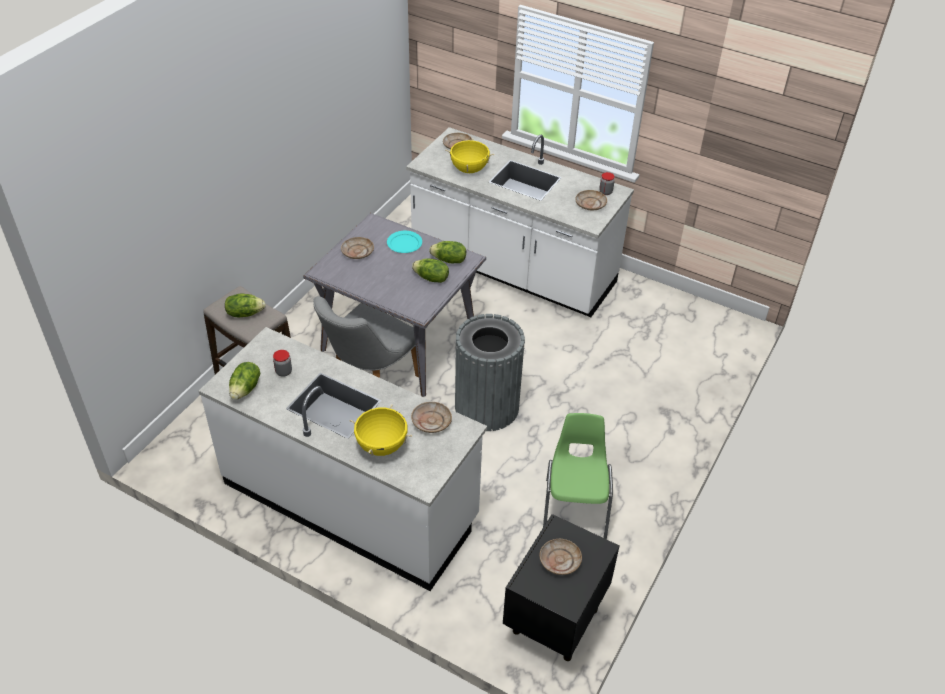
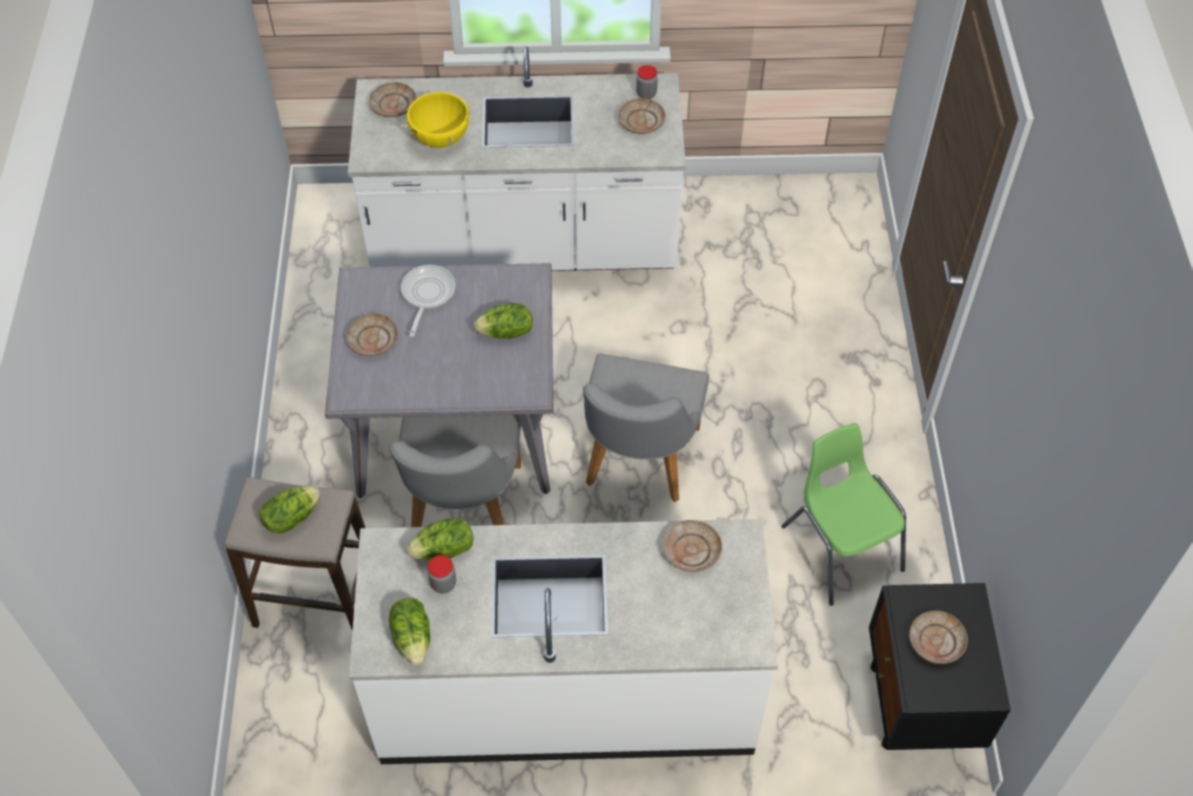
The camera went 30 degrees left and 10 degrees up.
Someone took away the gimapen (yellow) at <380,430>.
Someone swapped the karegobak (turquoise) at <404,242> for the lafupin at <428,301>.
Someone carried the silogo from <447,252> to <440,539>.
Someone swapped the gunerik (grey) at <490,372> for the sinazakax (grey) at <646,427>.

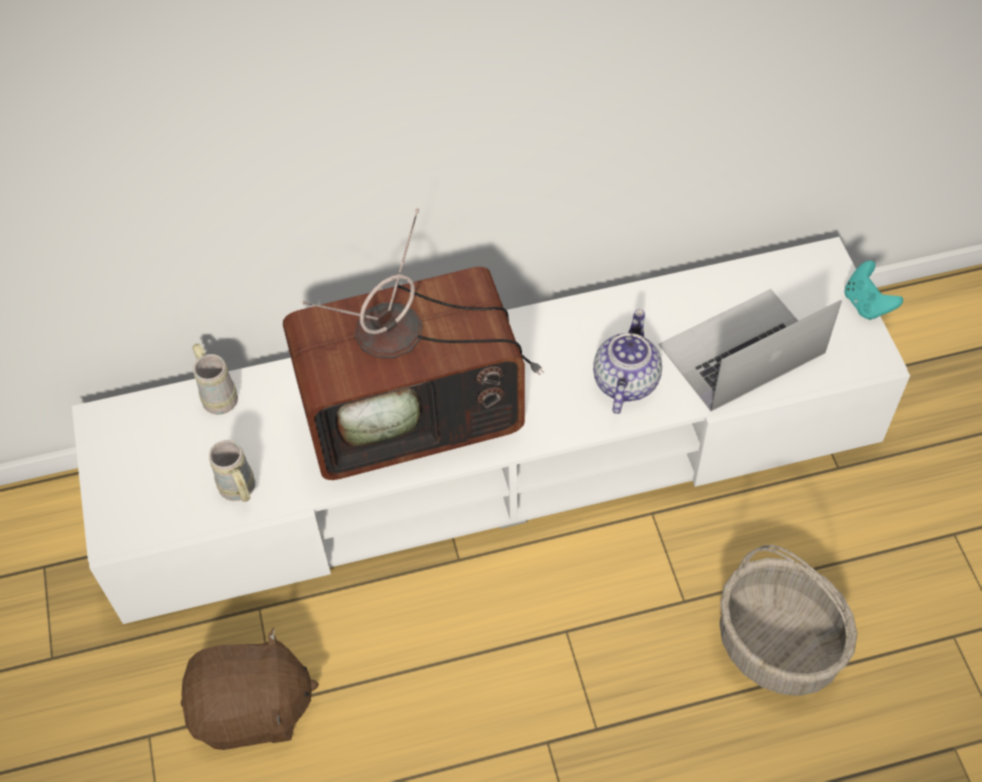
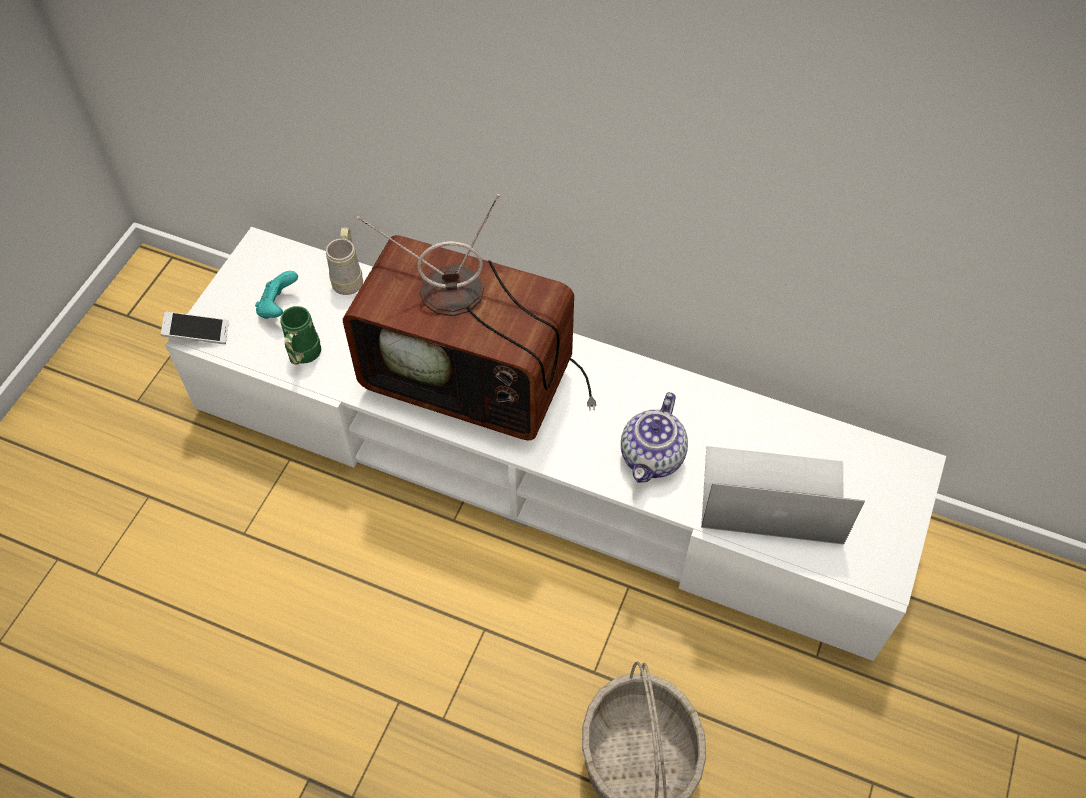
The camera went 35 degrees right and 0 degrees up.
Someone took away the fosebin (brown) at <250,688>.
Someone repainted the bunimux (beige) at <232,471>, which became the bunimux (green) at <301,335>.
Someone rotated the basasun at <627,361> by 150 degrees clockwise.
Someone carried the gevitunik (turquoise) from <873,290> to <276,295>.
Someone put down the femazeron at <195,327>.

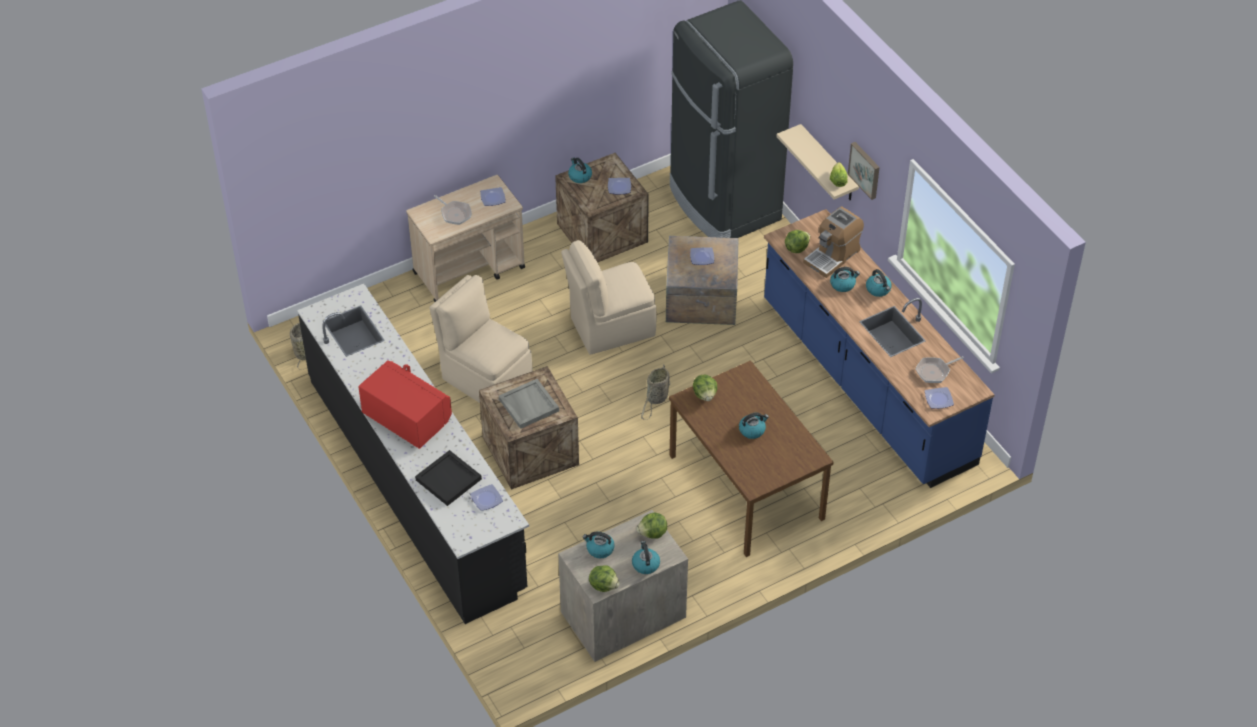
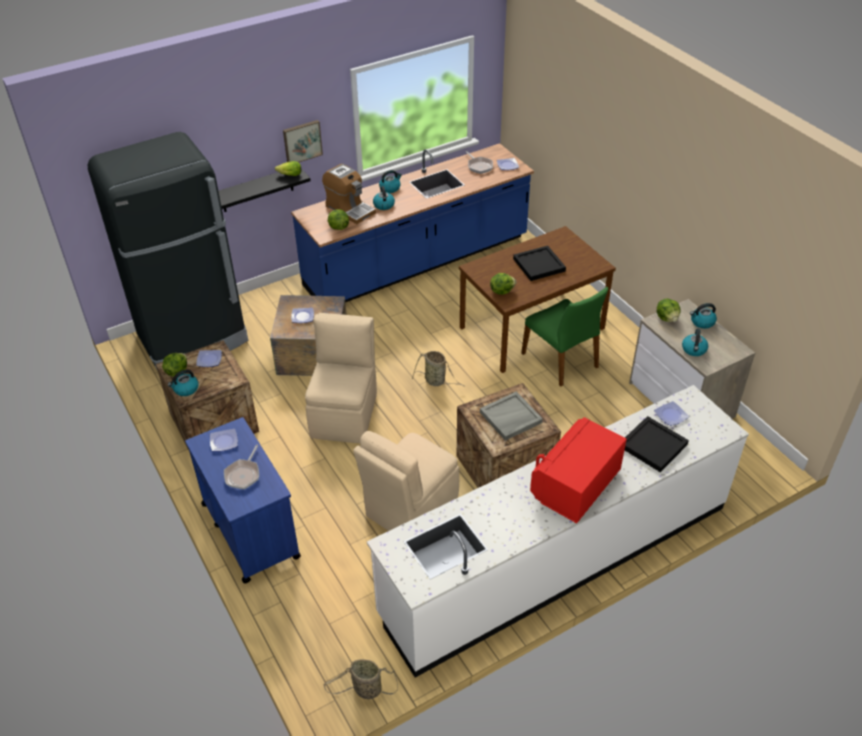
The camera went 90 degrees left and 5 degrees down.
Someone repainted the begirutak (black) at <413,454>, which became the begirutak (white) at <558,531>.
Someone repainted the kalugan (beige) at <465,238>, which became the kalugan (blue) at <243,500>.
Someone rotated the lafupin at <453,210> by 150 degrees clockwise.
Someone rotated the sinazakax (beige) at <608,297> by 150 degrees counterclockwise.
Someone carried the silogo from <604,578> to <174,365>.
Someone swapped the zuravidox at <754,425> for the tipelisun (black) at <539,263>.
Someone repainted the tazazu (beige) at <817,162>, which became the tazazu (black) at <265,190>.
Someone put down the sinazakax (green) at <564,336>.

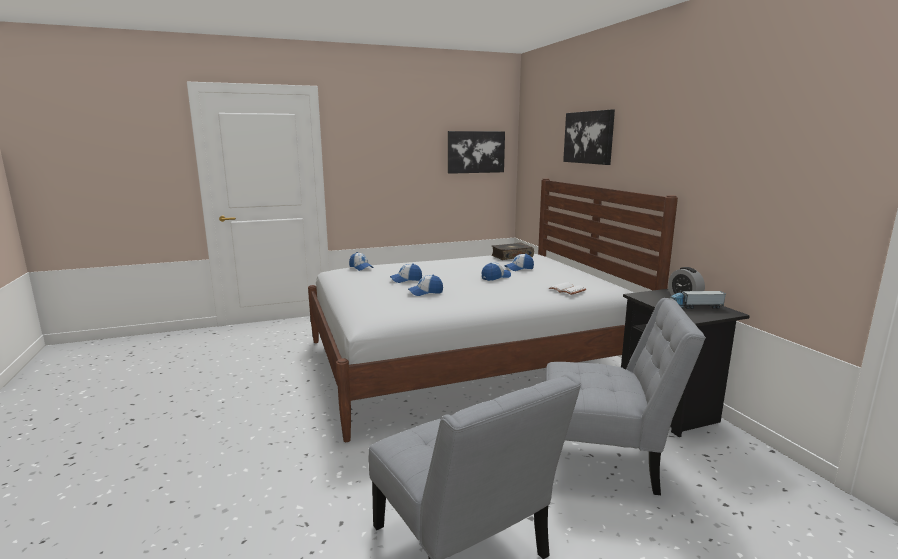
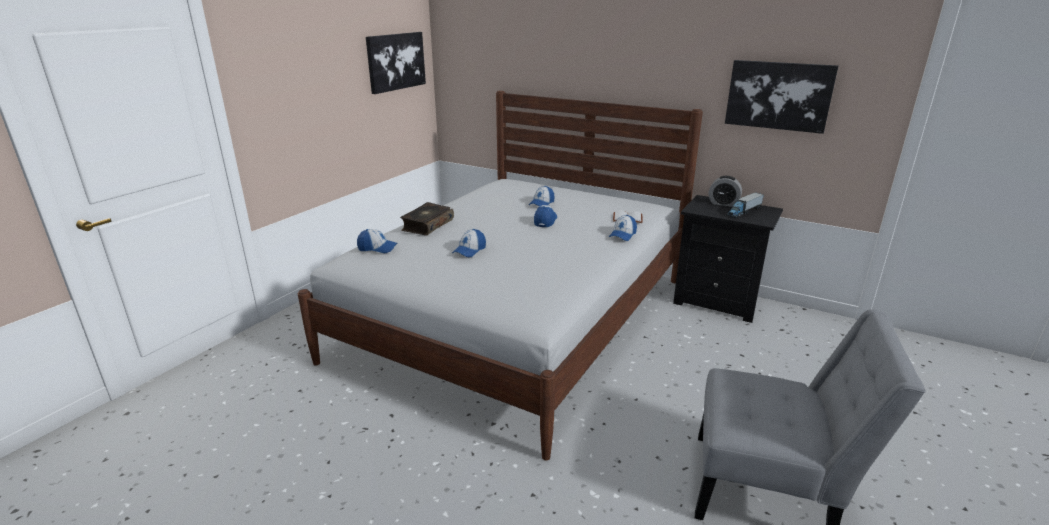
The camera went 40 degrees left and 10 degrees up.
Someone carried the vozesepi from <425,285> to <623,228>.
Someone carried the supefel from <512,251> to <427,219>.
Someone took away the sinazakax (grey) at <625,396>.
Someone carried the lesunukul from <589,137> to <782,97>.

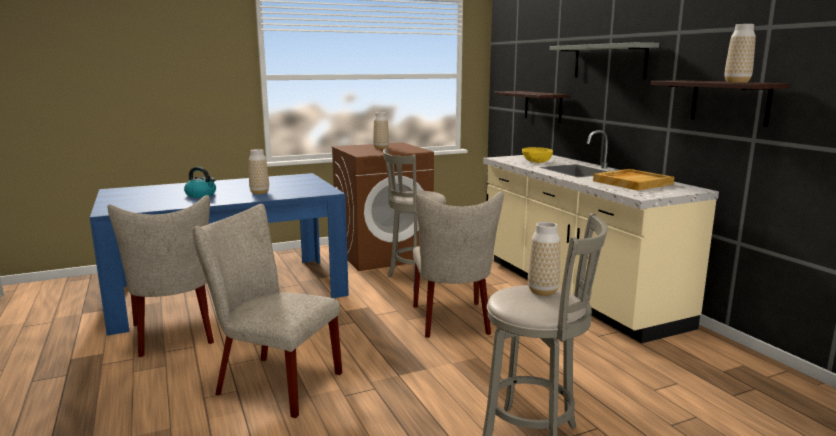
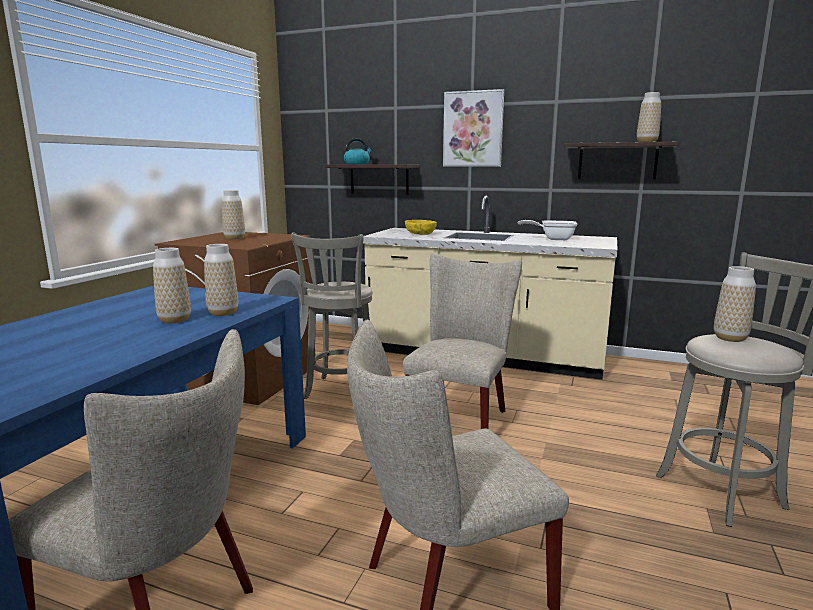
The camera went 45 degrees left and 0 degrees up.
Someone carried the zuravidox from <200,182> to <358,151>.
Someone rotated the sinazakax (beige) at <458,264> by 105 degrees counterclockwise.
Someone swapped the tazazu (grey) at <604,60> for the lesunukul at <473,128>.
Someone swapped the tipelisun (beige) at <633,180> for the lafupin at <547,230>.
Someone put down the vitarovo at <221,280>.

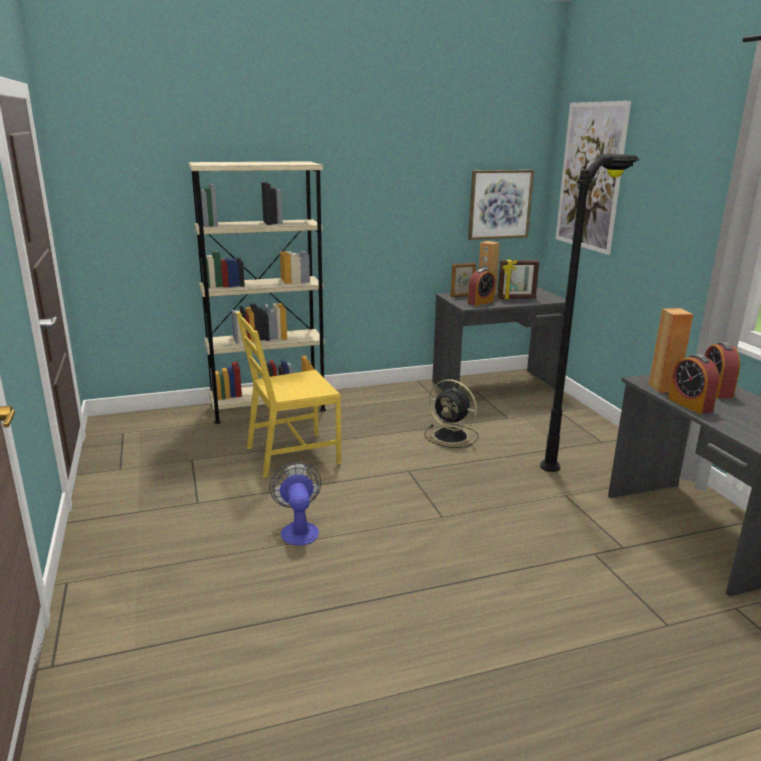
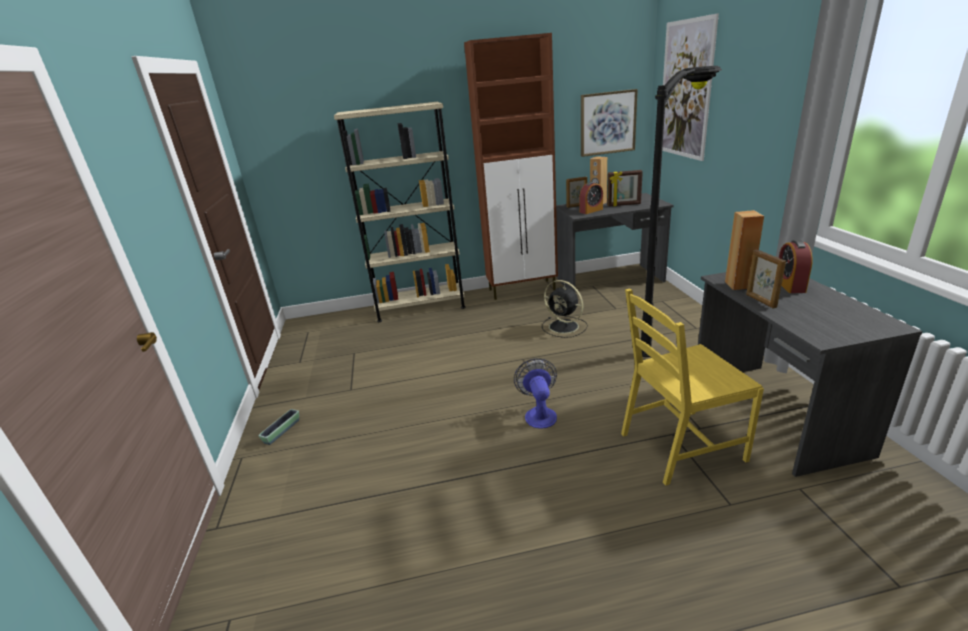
The camera went 10 degrees right and 5 degrees up.
Someone carried the sinazakax (yellow) from <288,395> to <692,387>.
Someone carried the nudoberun from <295,504> to <535,393>.
Someone swapped the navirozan at <694,384> for the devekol at <766,279>.
Someone put down the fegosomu at <278,427>.
Someone put down the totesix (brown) at <511,166>.

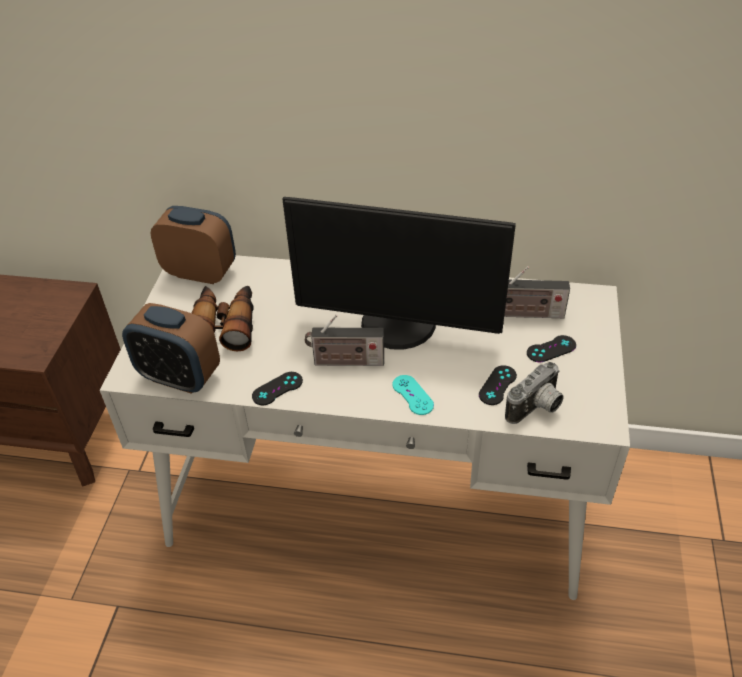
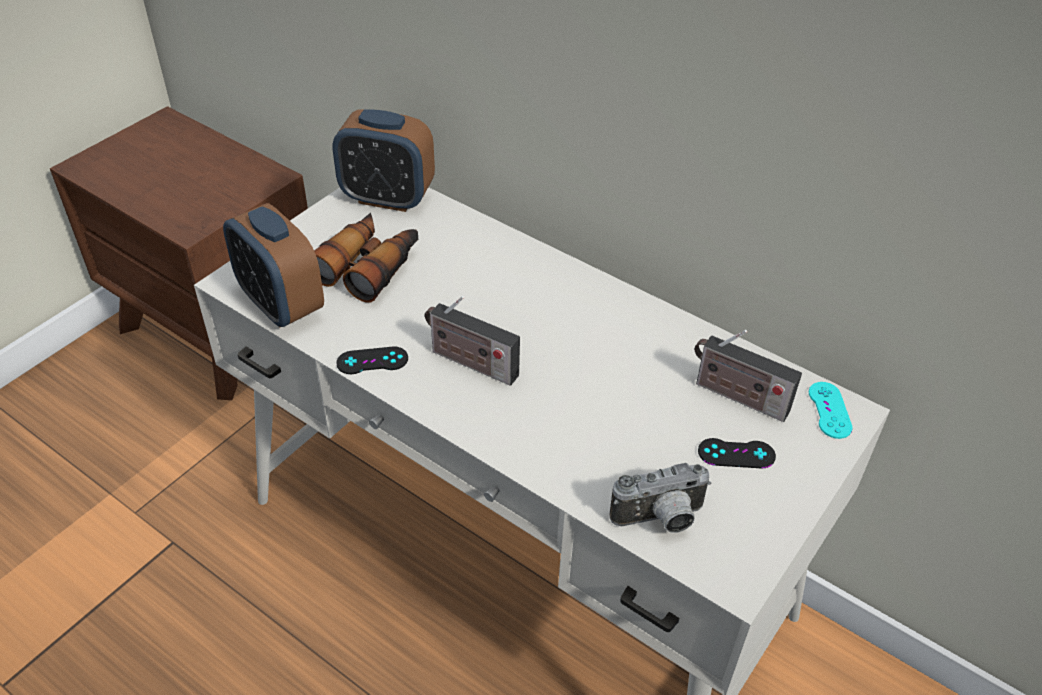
The camera went 25 degrees right and 0 degrees up.
Someone rotated the navirozan at <193,245> by 150 degrees clockwise.
Someone took away the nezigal at <399,273>.
Someone carried the gevitunik (turquoise) from <413,395> to <831,410>.
Someone took away the gevitunik (black) at <498,385>.

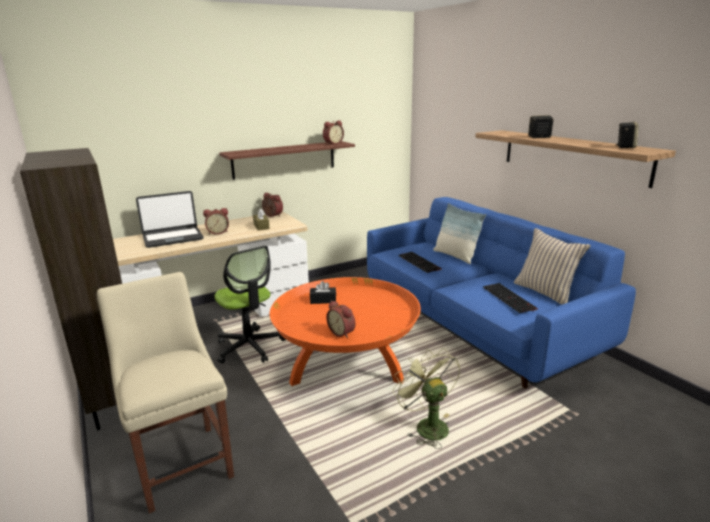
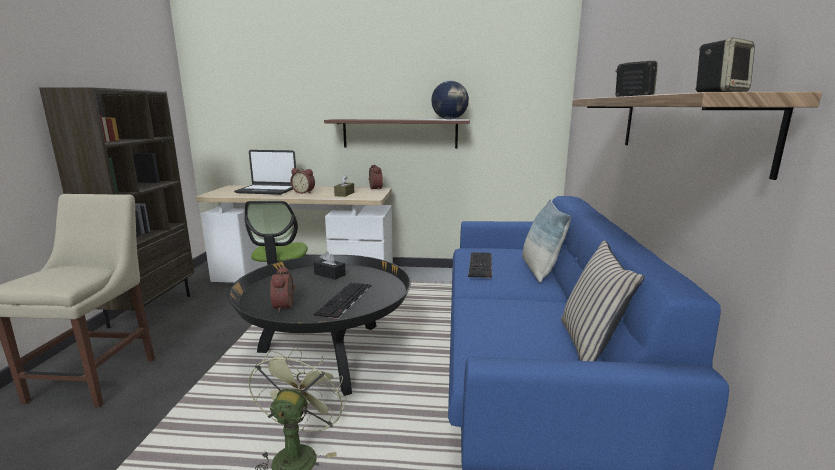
The camera went 35 degrees right and 5 degrees down.
Someone repainted the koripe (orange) at <345,331>, which became the koripe (black) at <319,325>.
Someone swapped the navirozan at <333,132> for the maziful at <450,100>.
Someone carried the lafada from <510,298> to <342,300>.

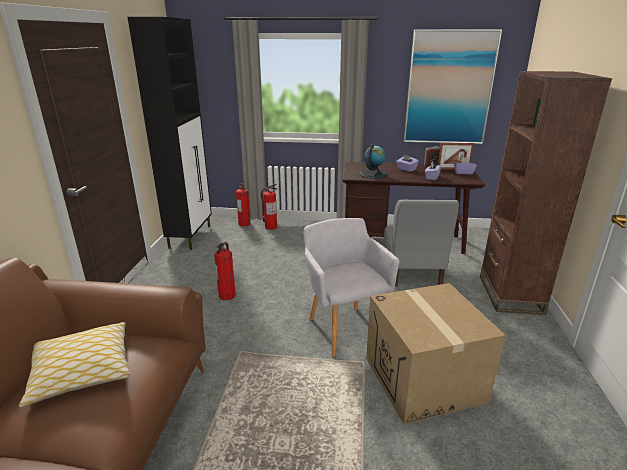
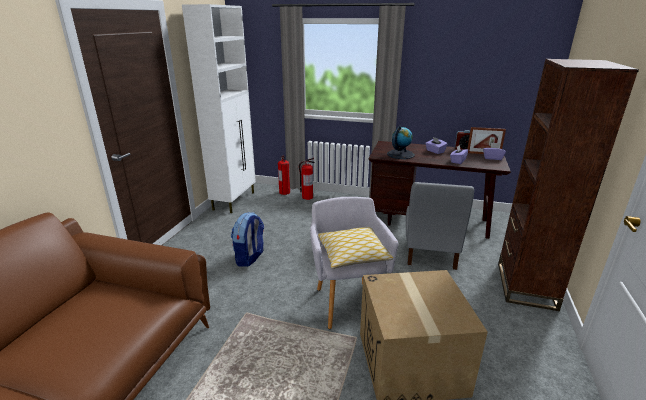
The camera went 10 degrees right and 0 degrees up.
Someone carried the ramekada from <74,365> to <355,248>.
Someone repainted the totesix (black) at <170,133>, which became the totesix (white) at <219,108>.
Someone swapped the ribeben at <225,271> for the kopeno at <247,239>.
Someone took away the lesunukul at <453,86>.

